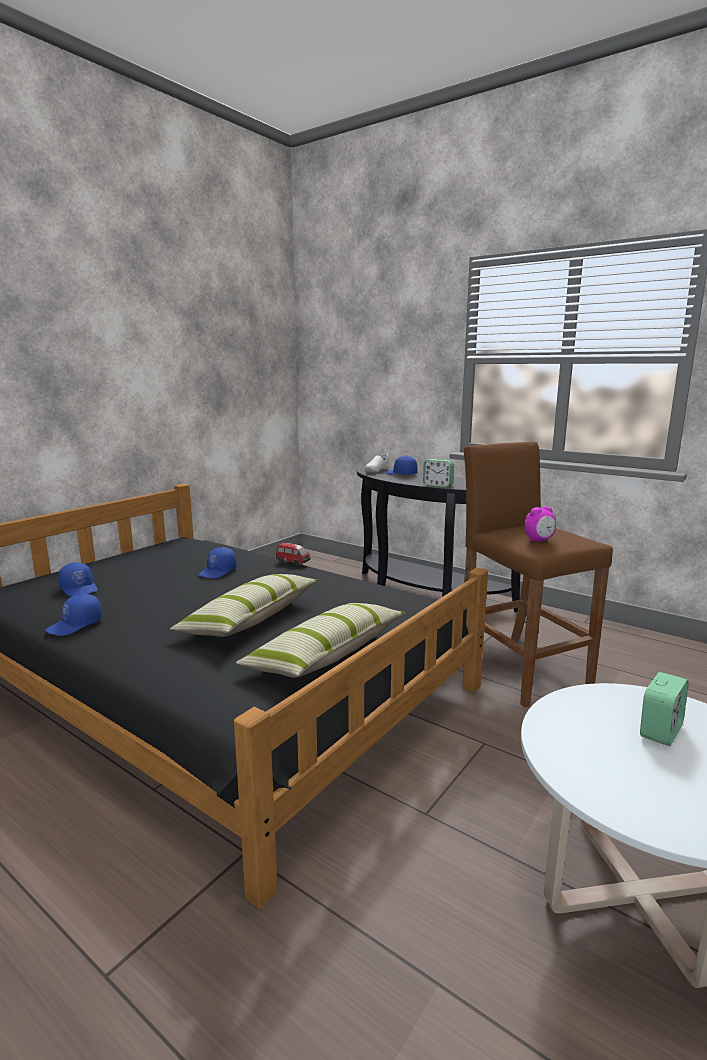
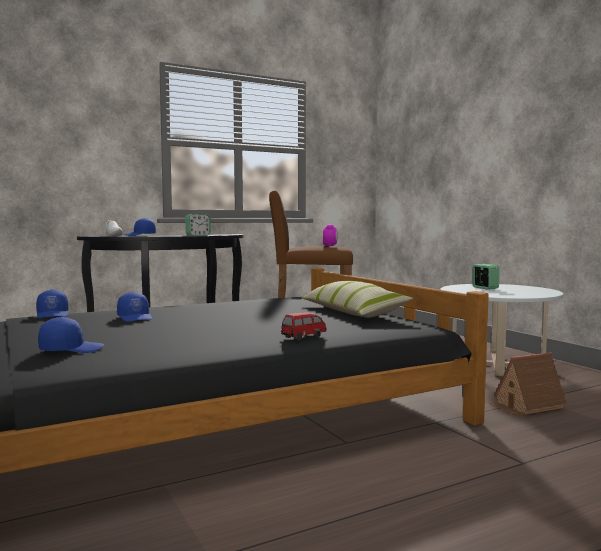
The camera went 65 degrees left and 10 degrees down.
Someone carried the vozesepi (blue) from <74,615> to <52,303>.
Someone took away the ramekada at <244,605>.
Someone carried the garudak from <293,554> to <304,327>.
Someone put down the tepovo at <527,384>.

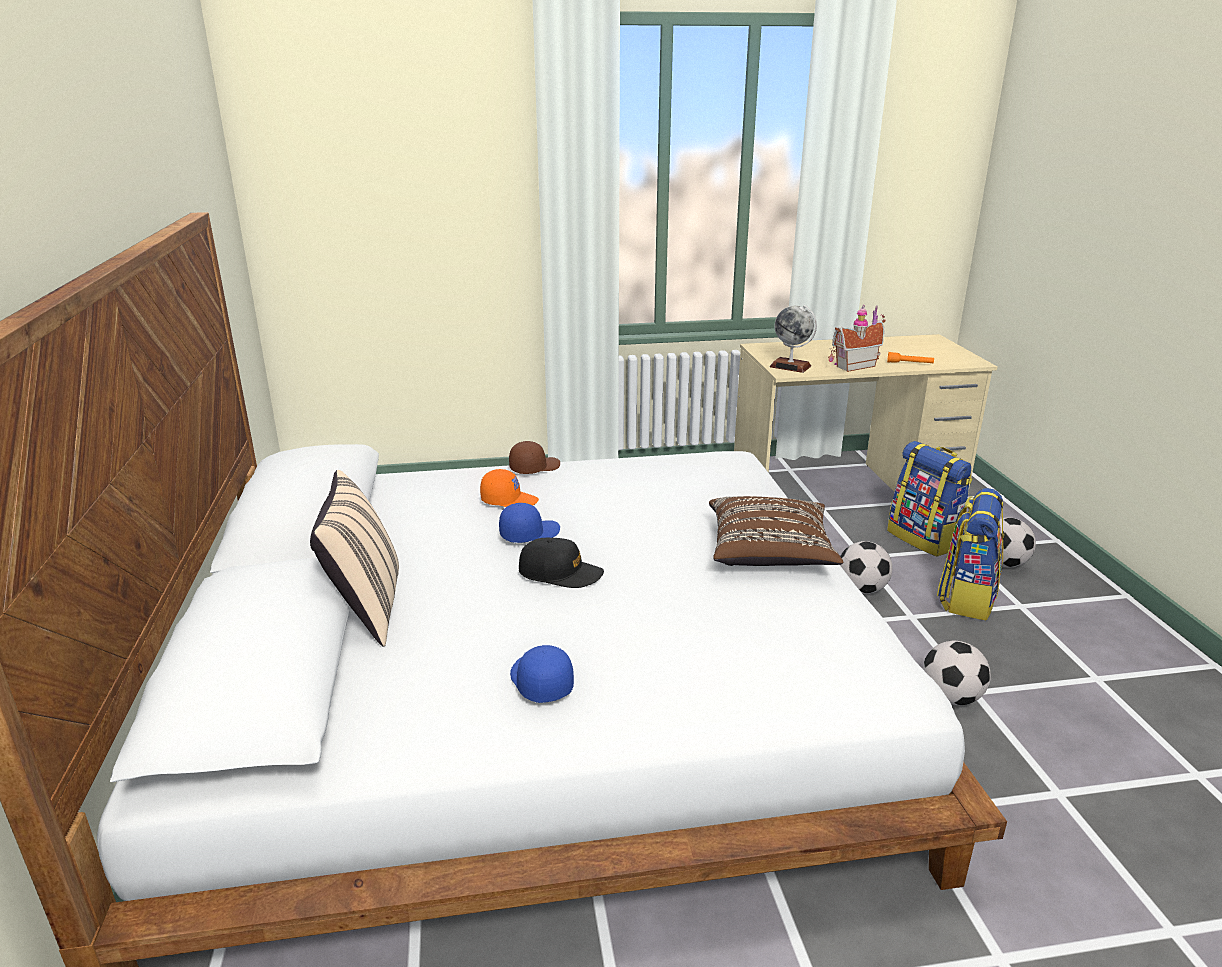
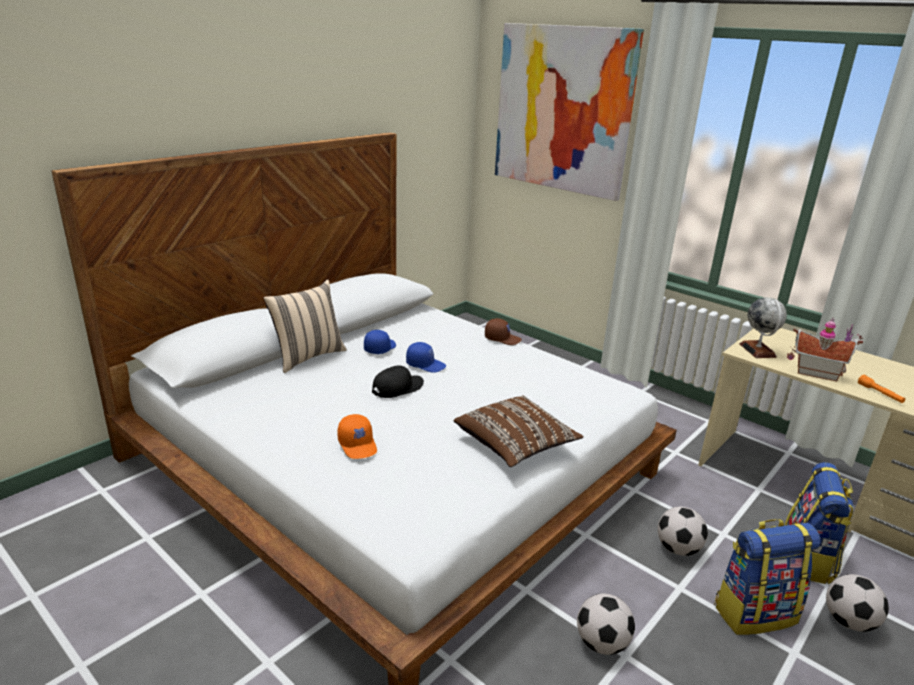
The camera went 50 degrees right and 0 degrees up.
Someone carried the vozesepi (orange) from <509,488> to <357,436>.
Someone carried the vozesepi (blue) from <542,674> to <380,342>.
Someone rotated the vozesepi (black) at <561,563> by 105 degrees counterclockwise.
Someone put up the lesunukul at <569,112>.

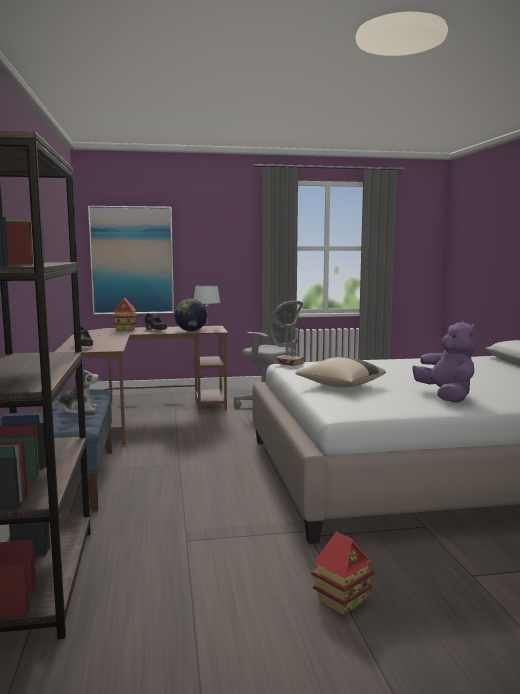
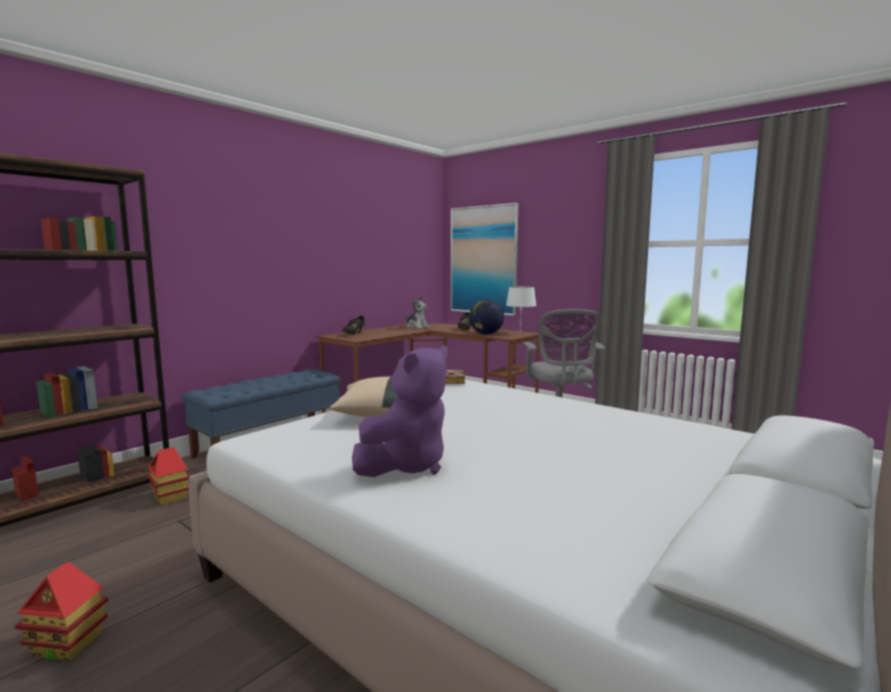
The camera went 50 degrees right and 0 degrees up.
Someone carried the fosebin from <77,388> to <417,312>.
Someone carried the tepovo from <125,314> to <168,476>.

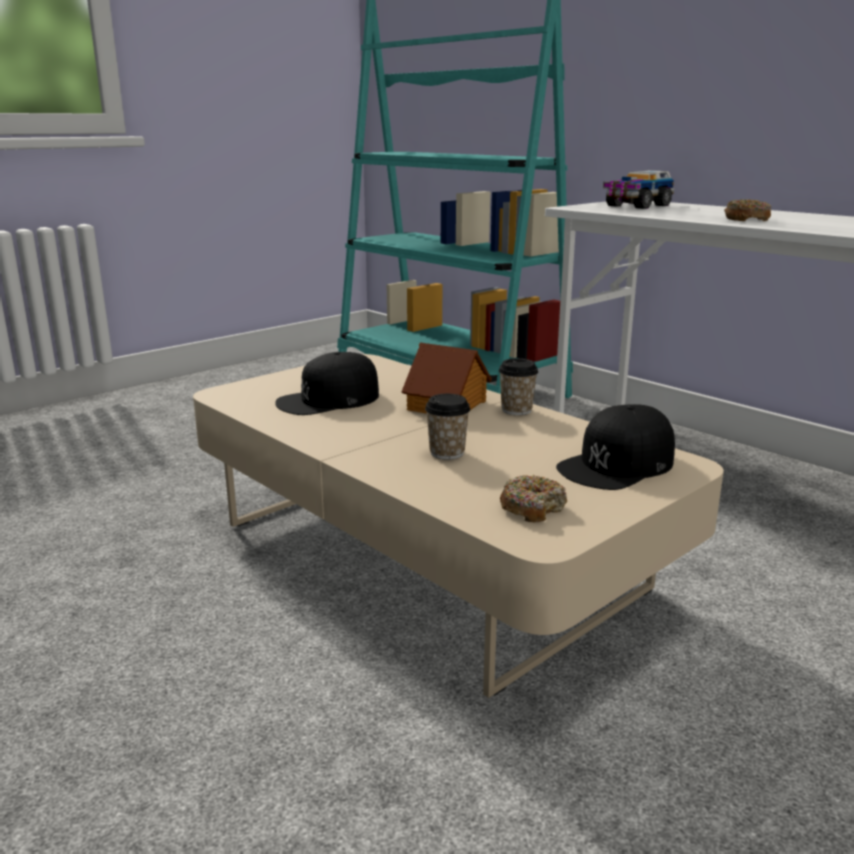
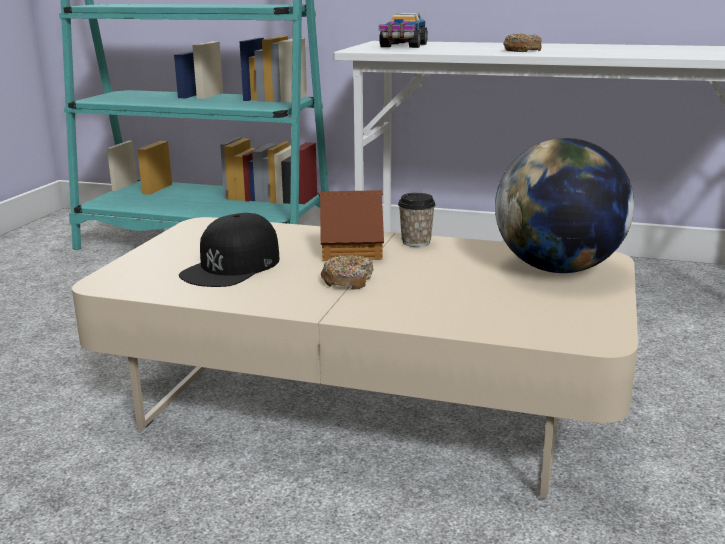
The camera went 30 degrees left and 0 degrees up.
Someone took away the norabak at <447,427>.
Someone carried the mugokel from <533,498> to <347,272>.
Someone swapped the vozesepi (black) at <615,447> for the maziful at <564,205>.

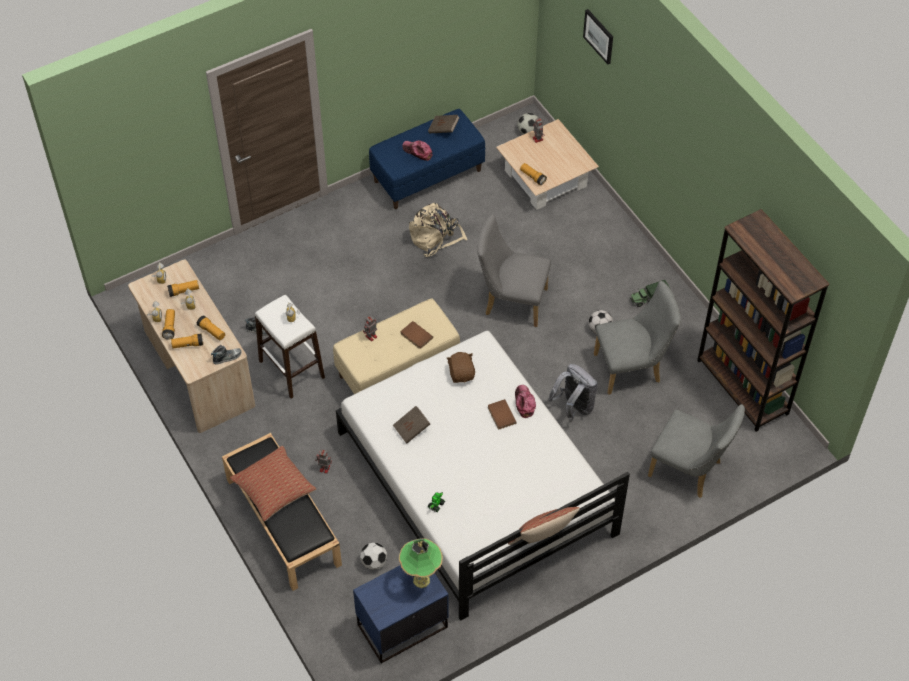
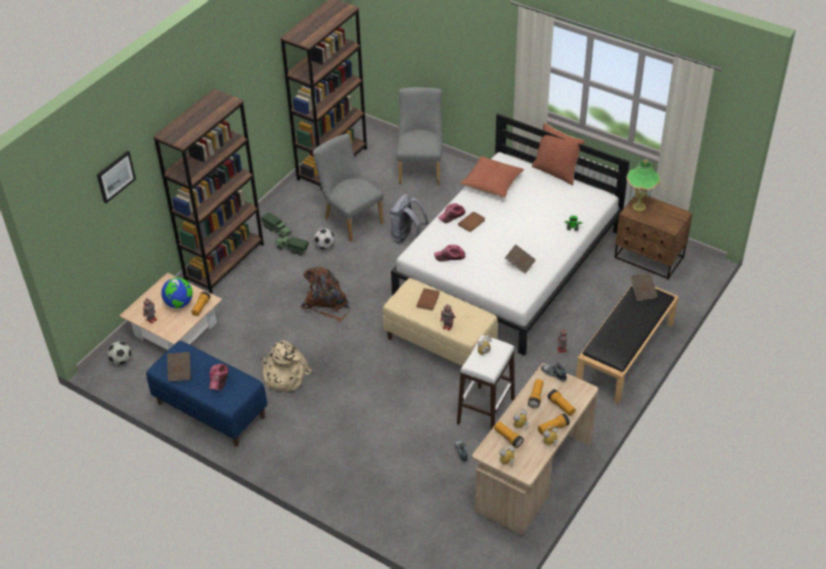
The camera went 115 degrees left and 10 degrees down.
Someone carried the ramekada from <273,484> to <492,177>.
Someone repainted the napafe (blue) at <401,614>, which became the napafe (brown) at <653,235>.
Someone took away the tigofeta at <373,556>.
Someone swapped the fosebin (brown) at <461,367> for the vozesepi at <449,253>.
Someone swapped the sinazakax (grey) at <514,270> for the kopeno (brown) at <325,294>.
Someone put down the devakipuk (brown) at <208,191>.
Someone put down the maziful at <177,293>.
Someone put down the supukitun at <291,246>.
Someone put down the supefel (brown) at <644,287>.

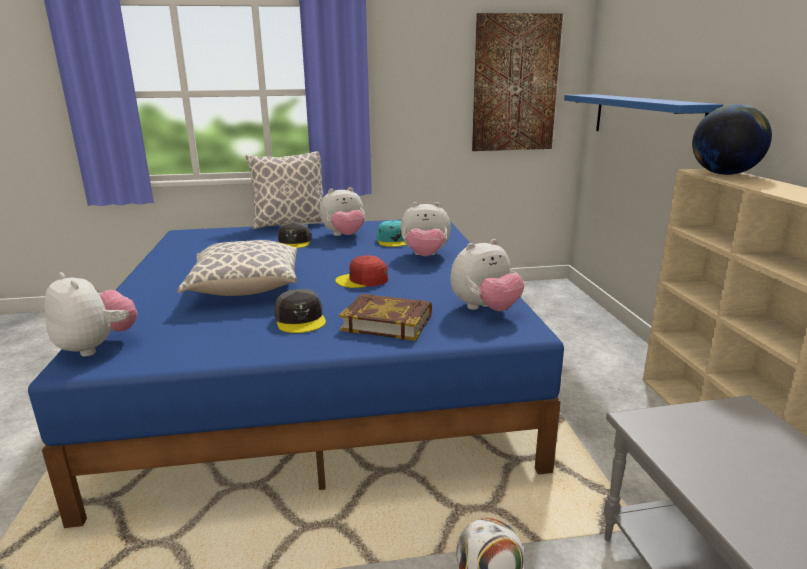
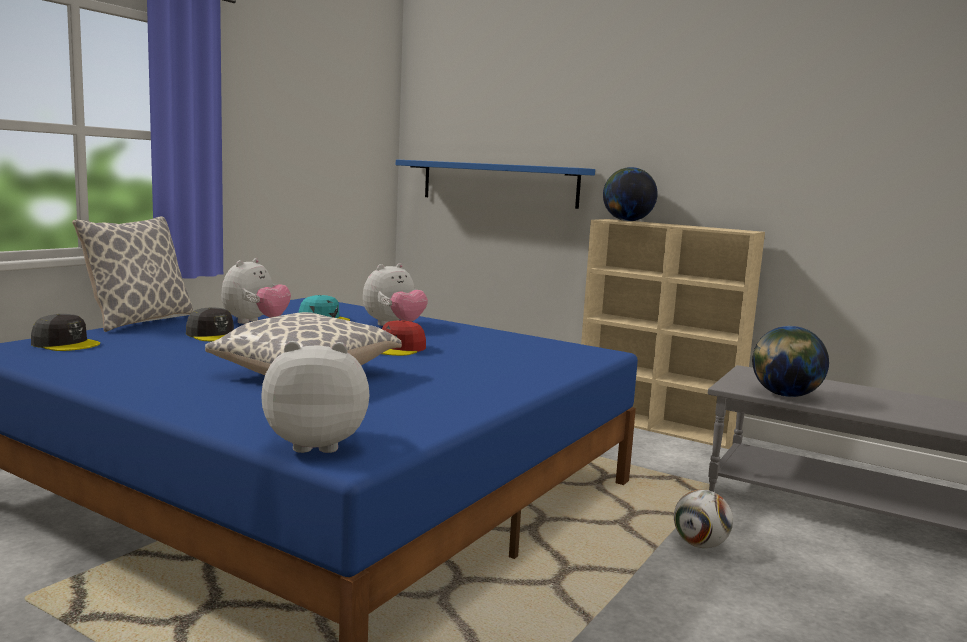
The camera went 50 degrees left and 10 degrees down.
Someone carried the vozesepi (grey) from <300,311> to <65,332>.
Someone took away the supefel at <385,317>.
Someone took away the fosebin at <487,275>.
Someone took away the lesunukul at <517,82>.
Someone put down the maziful at <790,361>.

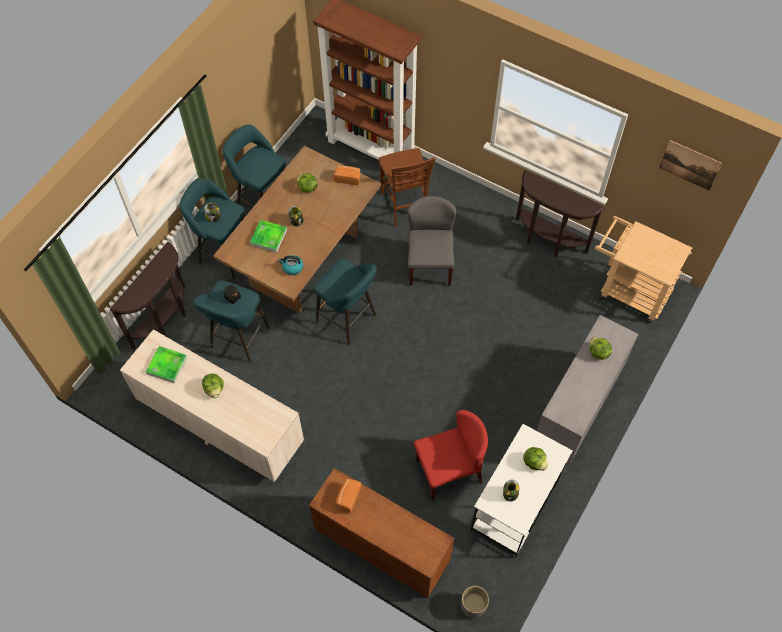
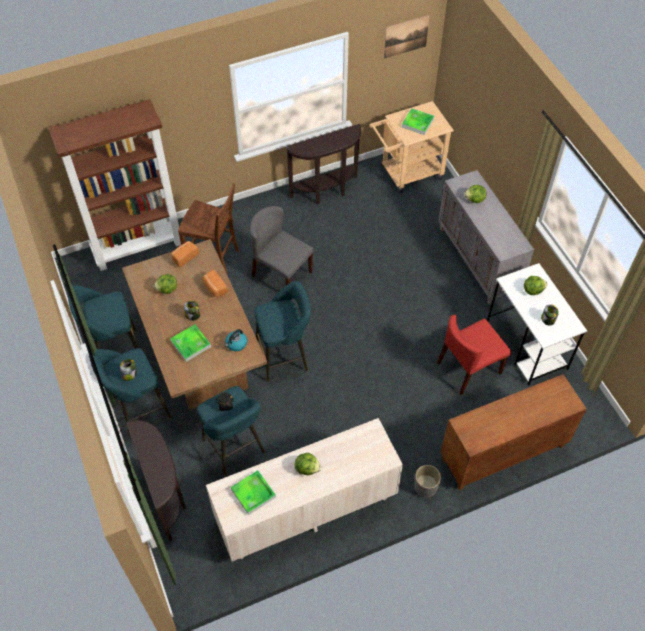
The camera went 55 degrees left and 5 degrees down.
Someone carried the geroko from <348,495> to <215,283>.
Someone rotated the sinazakax (red) at <451,455> by 135 degrees counterclockwise.
Someone carried the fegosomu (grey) from <475,602> to <427,481>.
Someone put down the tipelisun at <418,121>.

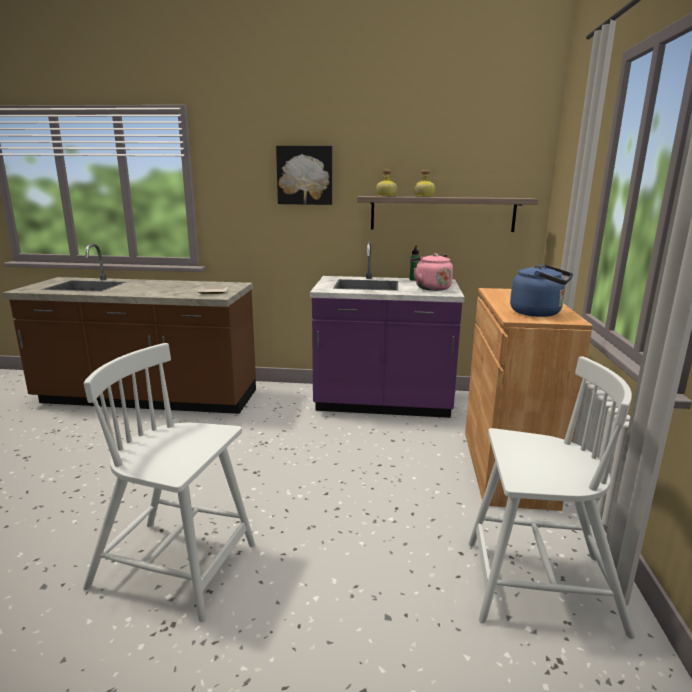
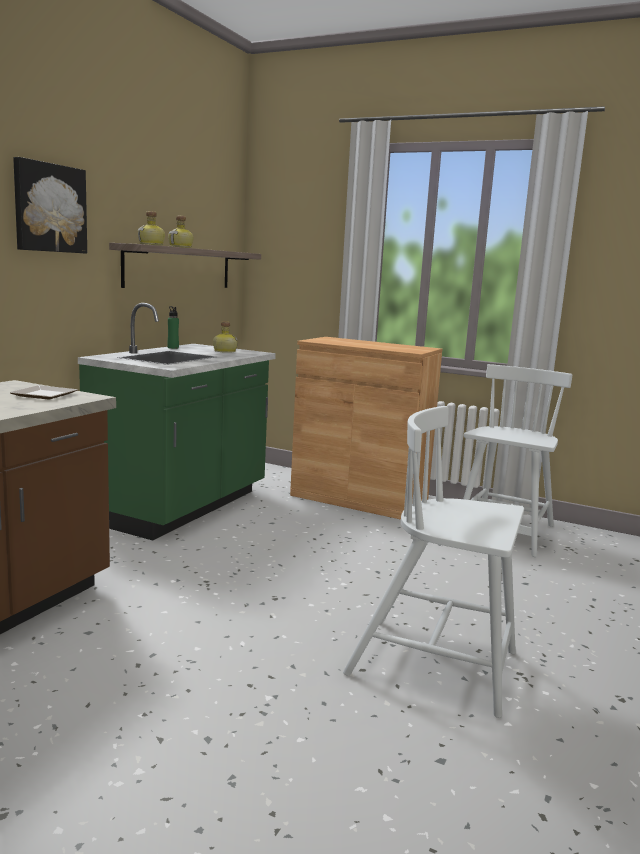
The camera went 70 degrees left and 5 degrees down.
Someone rotated the sinazakax (white) at <169,482> by 75 degrees clockwise.
Someone repainted the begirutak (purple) at <387,329>, which became the begirutak (green) at <177,422>.
Someone swapped the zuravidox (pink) at <431,272> for the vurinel at <225,337>.
Someone took away the zuravidox (blue) at <541,291>.

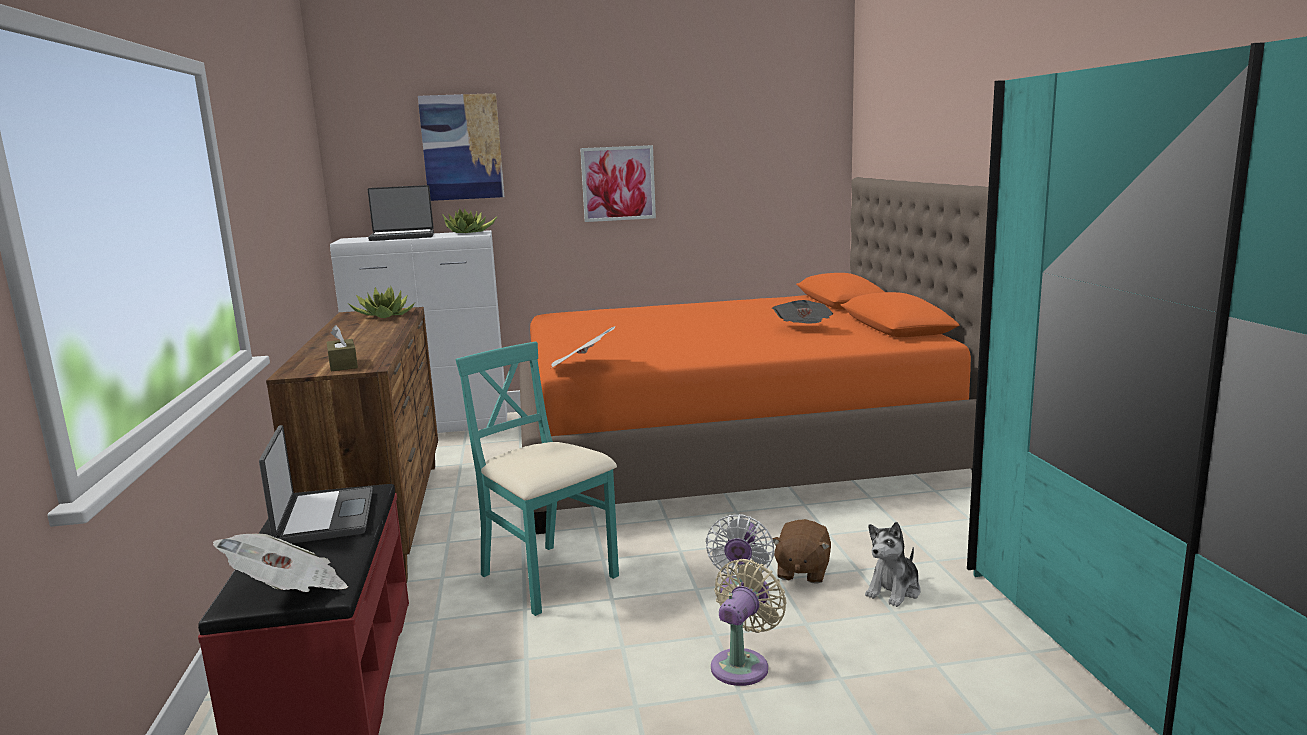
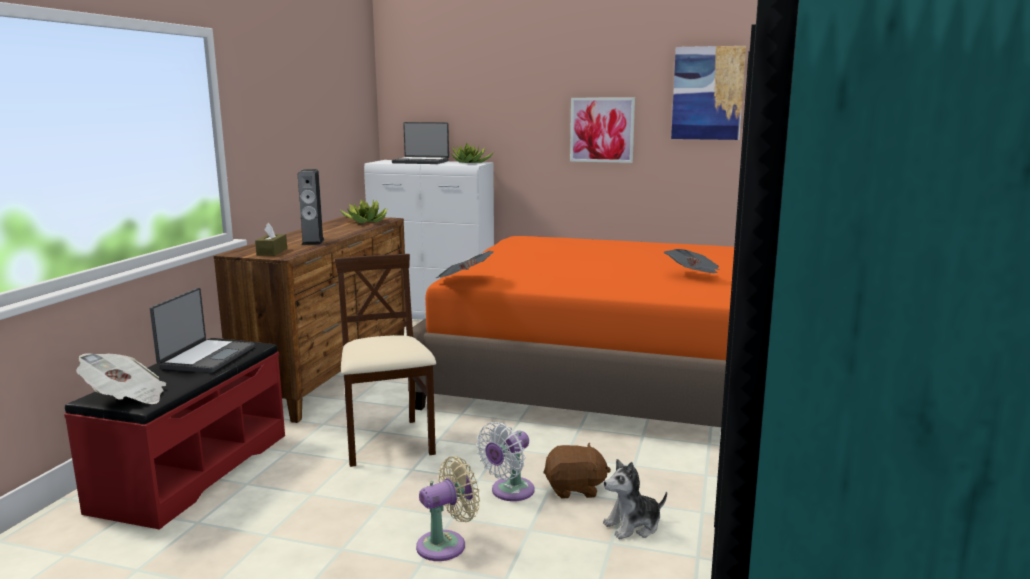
The camera went 25 degrees right and 0 degrees up.
Someone carried the lesunukul from <461,147> to <708,93>.
Someone repainted the sinazakax (turquoise) at <537,479>, which became the sinazakax (beige) at <385,360>.
Someone rotated the fosebin (brown) at <801,551> by 135 degrees counterclockwise.
Someone put down the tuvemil at <311,207>.

